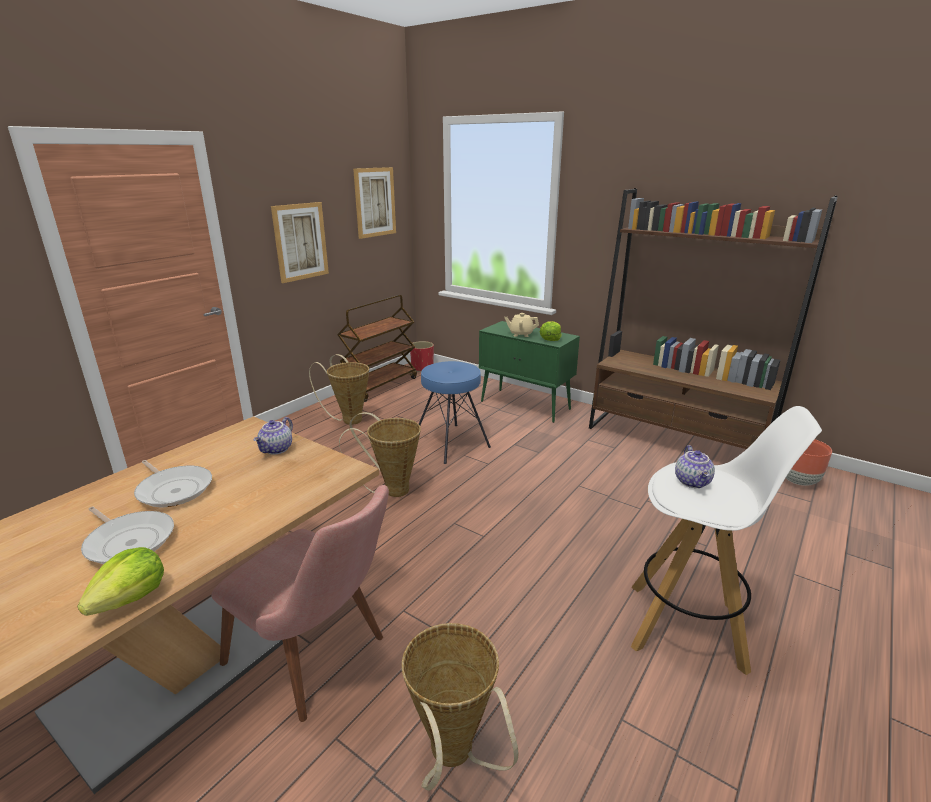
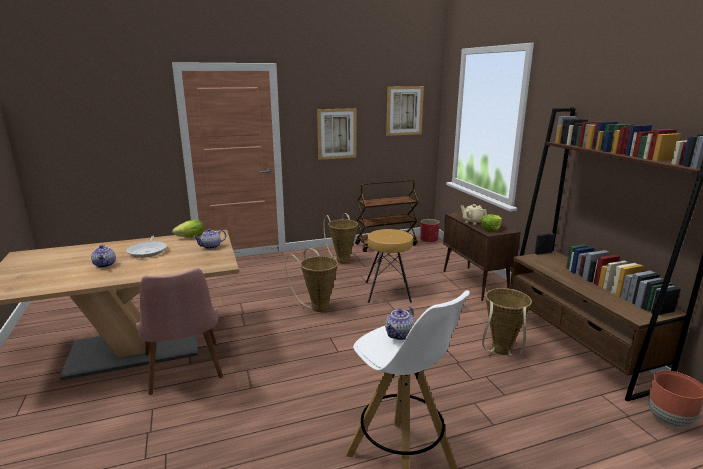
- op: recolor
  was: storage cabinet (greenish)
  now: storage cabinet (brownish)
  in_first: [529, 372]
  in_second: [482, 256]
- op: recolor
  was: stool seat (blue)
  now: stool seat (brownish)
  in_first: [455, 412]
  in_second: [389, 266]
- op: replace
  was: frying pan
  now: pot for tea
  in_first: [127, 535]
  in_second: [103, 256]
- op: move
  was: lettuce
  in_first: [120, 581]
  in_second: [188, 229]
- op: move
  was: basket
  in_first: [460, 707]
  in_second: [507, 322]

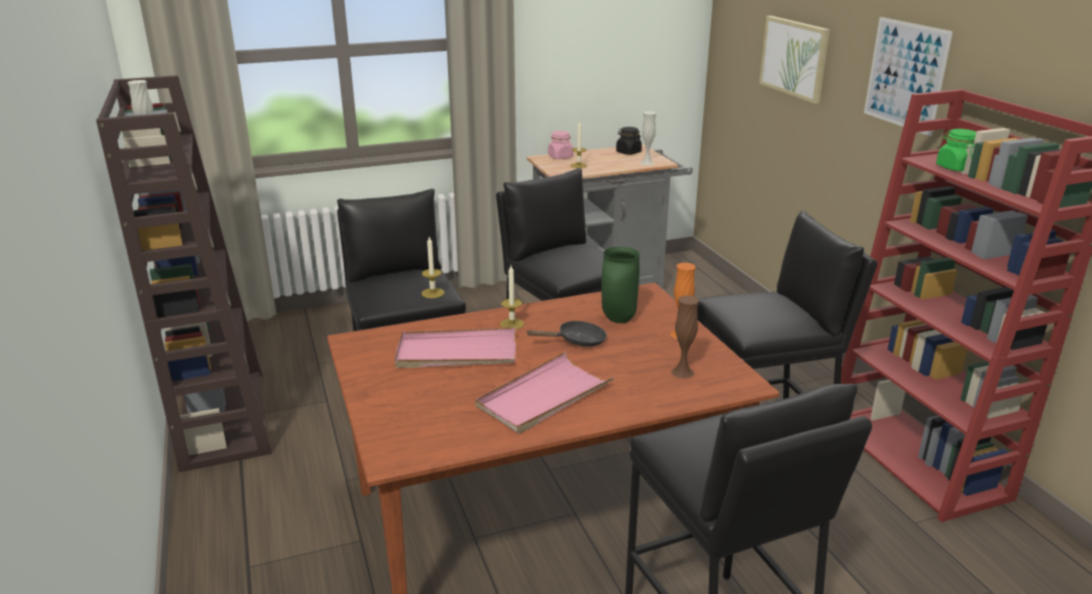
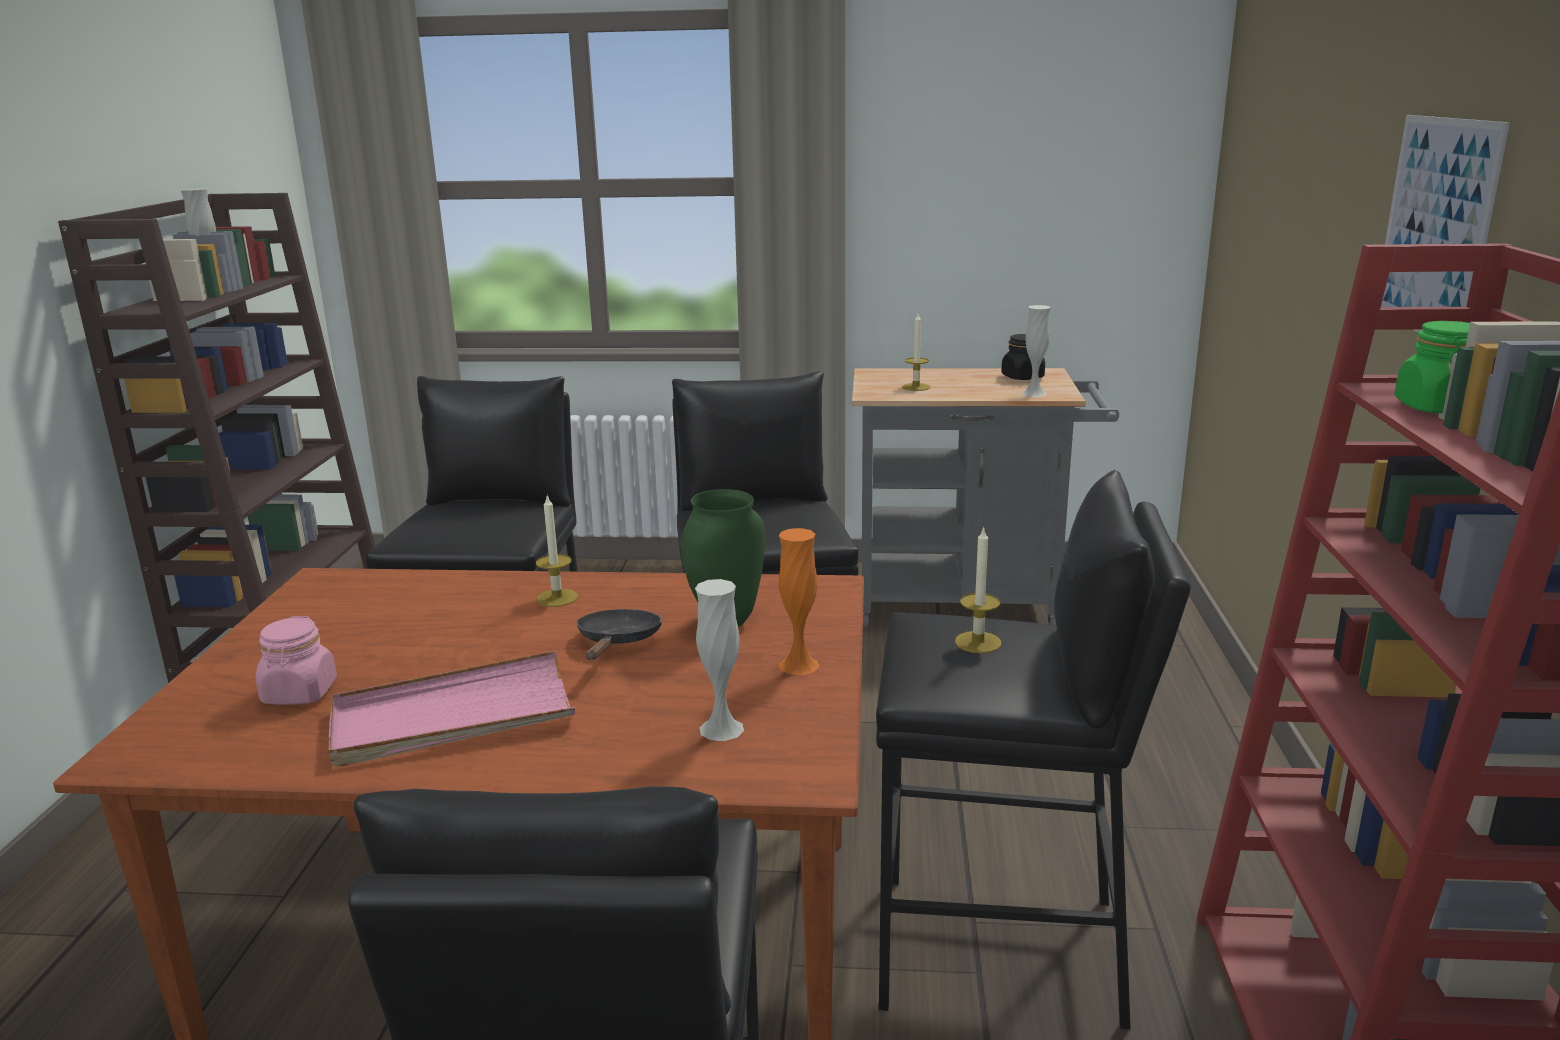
- op: delete
  was: picture
  in_first: [794, 60]
- op: move
  was: jar (pink-coloured)
  in_first: [560, 145]
  in_second: [296, 660]
- op: move
  was: wax light
  in_first: [433, 267]
  in_second: [978, 590]
- op: recolor
  was: vase (brownish)
  now: vase (white-coloured)
  in_first: [685, 337]
  in_second: [719, 660]
- op: rotate
  was: frying pan (black)
  in_first: [566, 334]
  in_second: [619, 634]
  clockwise: -90
- op: delete
  was: tray (pink-coloured)
  in_first: [455, 347]

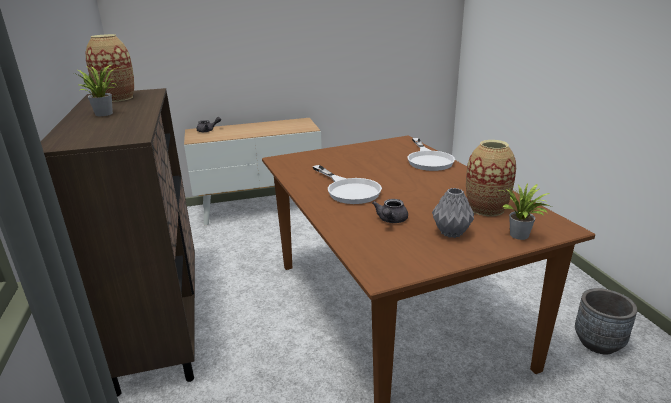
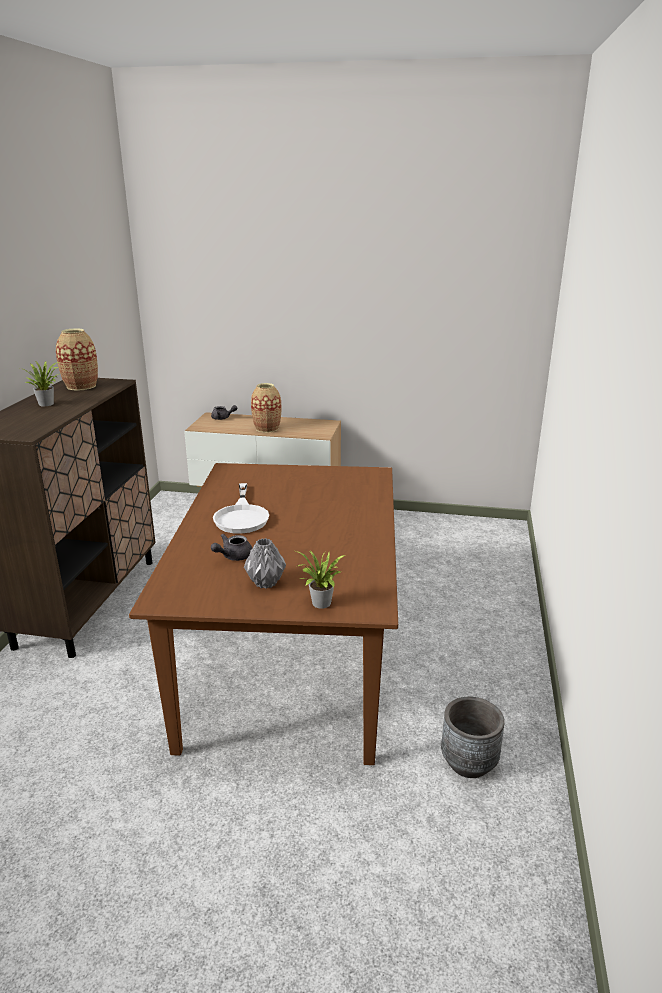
- op: delete
  was: frying pan (white-coloured)
  in_first: [431, 154]
- op: move
  was: vase
  in_first: [491, 178]
  in_second: [266, 408]

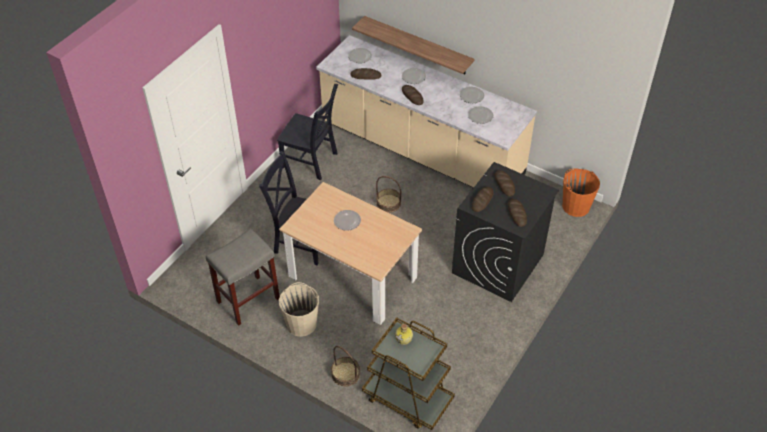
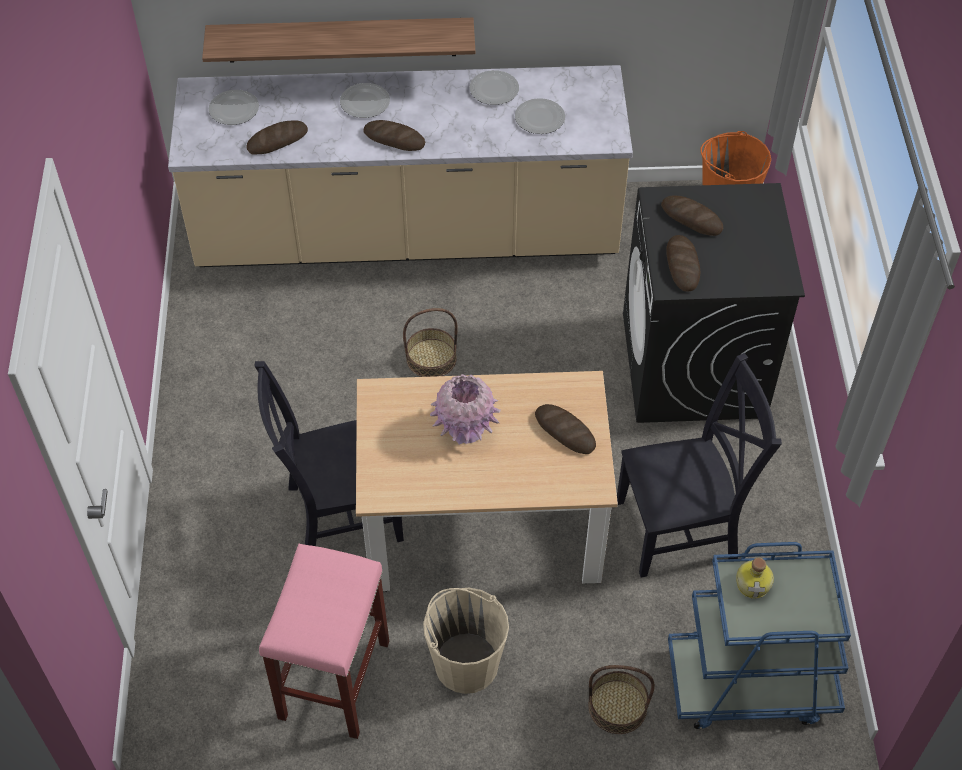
- op: move
  was: plain chair (black)
  in_first: [307, 132]
  in_second: [699, 465]
- op: move
  was: bakery bread
  in_first: [517, 213]
  in_second: [565, 429]
- op: replace
  was: dinner plate
  now: vase (pink-coloured)
  in_first: [347, 220]
  in_second: [465, 409]
- op: recolor
  was: stool seat (greyish)
  now: stool seat (pink-coloured)
  in_first: [243, 277]
  in_second: [324, 641]
- op: recolor
  was: wheeled cart (brownish)
  now: wheeled cart (blue)
  in_first: [408, 374]
  in_second: [759, 636]

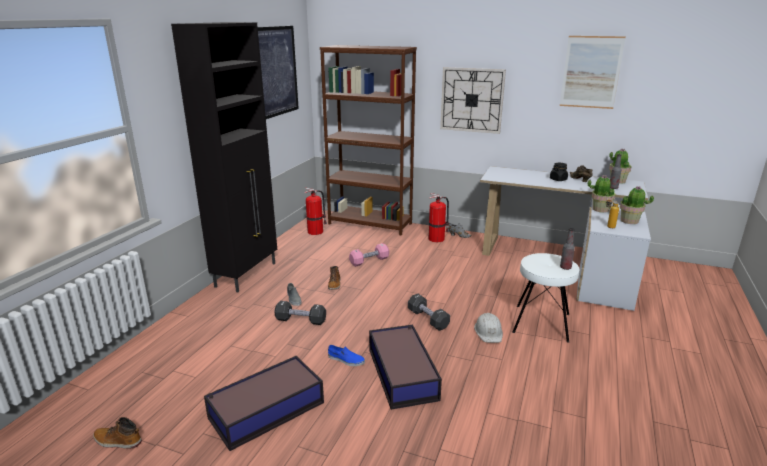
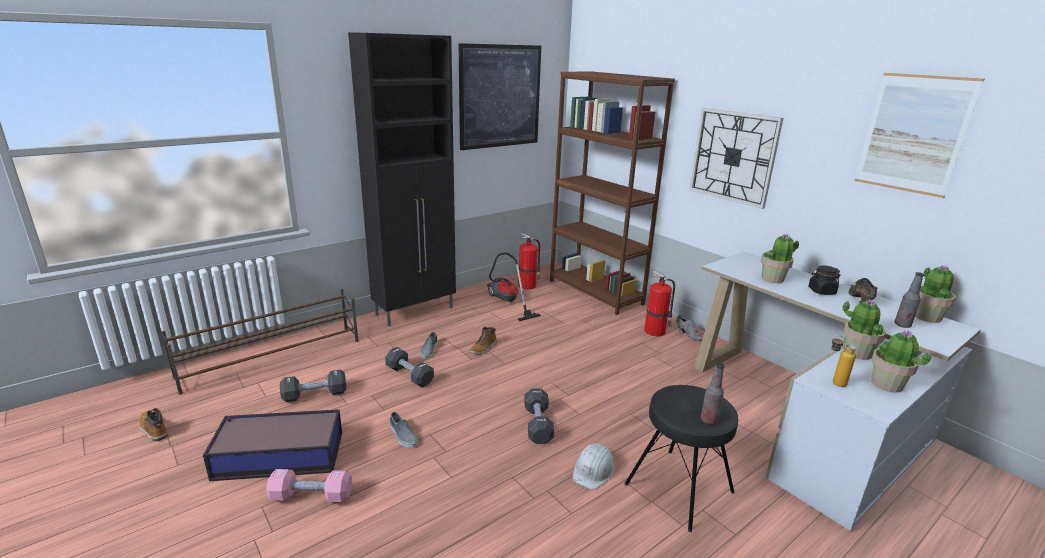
- op: move
  was: hand weight (pink-coloured)
  in_first: [369, 255]
  in_second: [309, 485]
- op: recolor
  was: stool seat (white-coloured)
  now: stool seat (black)
  in_first: [546, 298]
  in_second: [681, 458]
- op: delete
  was: storage bin
  in_first: [405, 367]
- op: recolor
  was: item of footwear (blue)
  now: item of footwear (greyish)
  in_first: [346, 355]
  in_second: [404, 430]
- op: insert
  now: potted plant
  in_second: [780, 258]
- op: insert
  now: vacuum cleaner
  in_second: [514, 287]
- op: insert
  now: shoe shelf (brownish)
  in_second: [260, 342]
- op: insert
  now: hand weight (black)
  in_second: [313, 385]

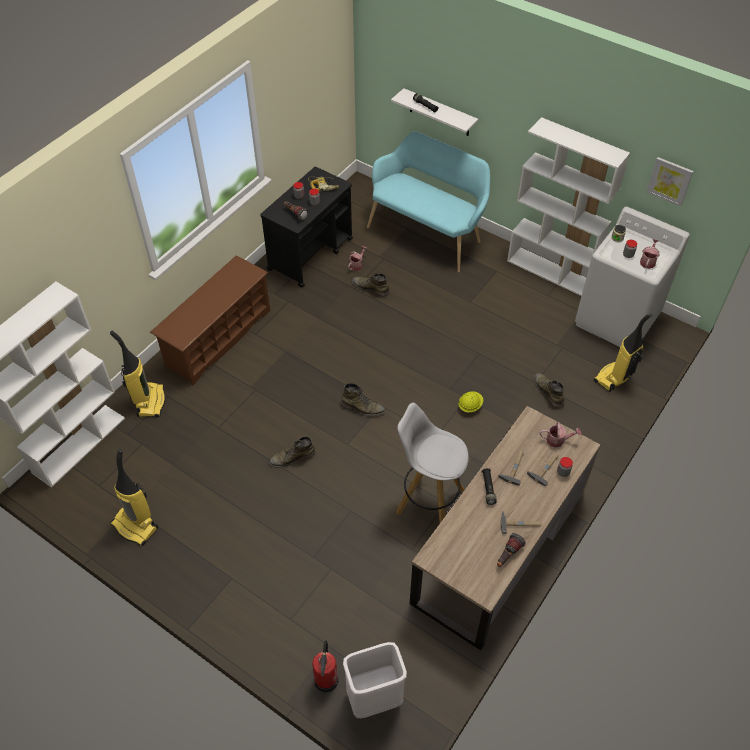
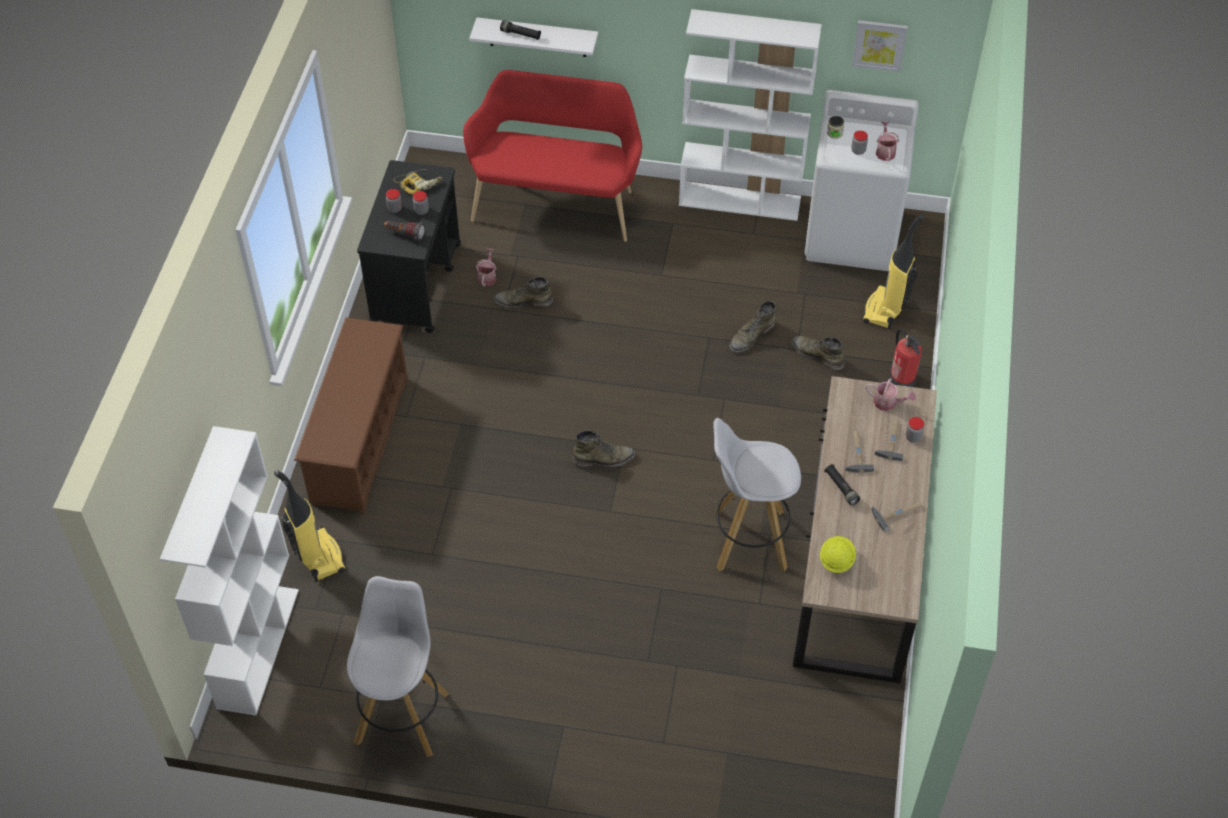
- op: recolor
  was: bench (turquoise-coloured)
  now: bench (reddish)
  in_first: [428, 201]
  in_second: [552, 156]
- op: move
  was: safety helmet (yellow)
  in_first: [470, 401]
  in_second: [838, 554]
- op: rotate
  was: watering can
  in_first: [560, 435]
  in_second: [891, 394]
  clockwise: 45
- op: move
  was: tall boot (greenish)
  in_first: [292, 452]
  in_second: [752, 327]
- op: replace
  was: vacuum cleaner
  now: stool seat (white-coloured)
  in_first: [134, 497]
  in_second: [398, 666]
- op: delete
  was: hand torch
  in_first: [511, 550]
- op: move
  was: fire extinguisher
  in_first: [325, 667]
  in_second: [905, 358]
- op: delete
  was: trash can (white-coloured)
  in_first: [375, 680]

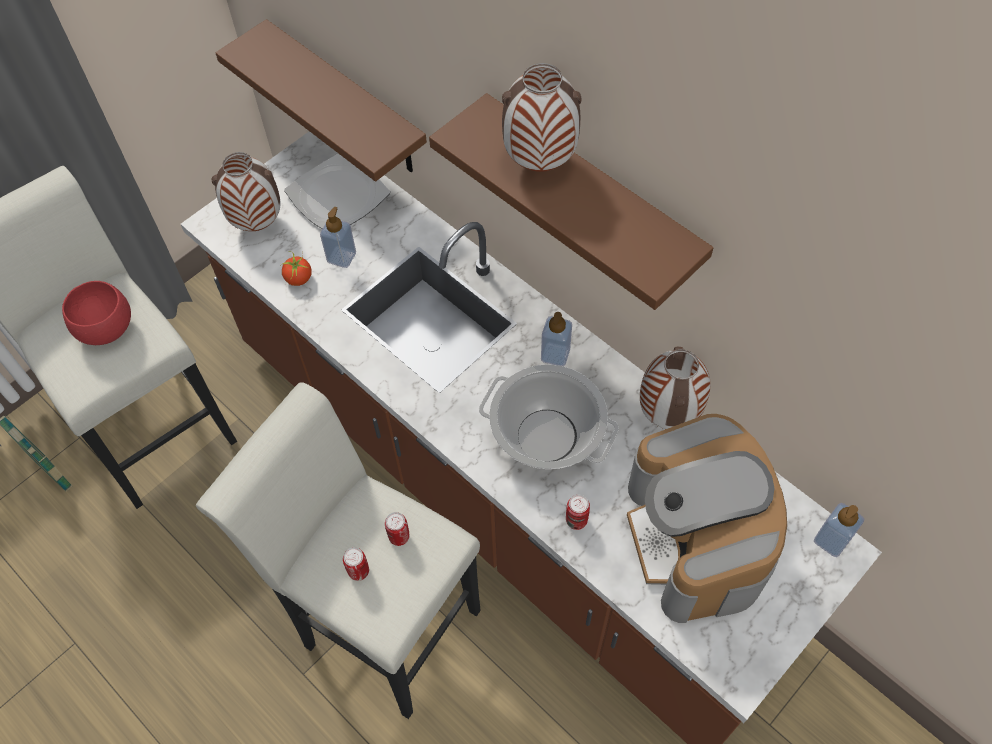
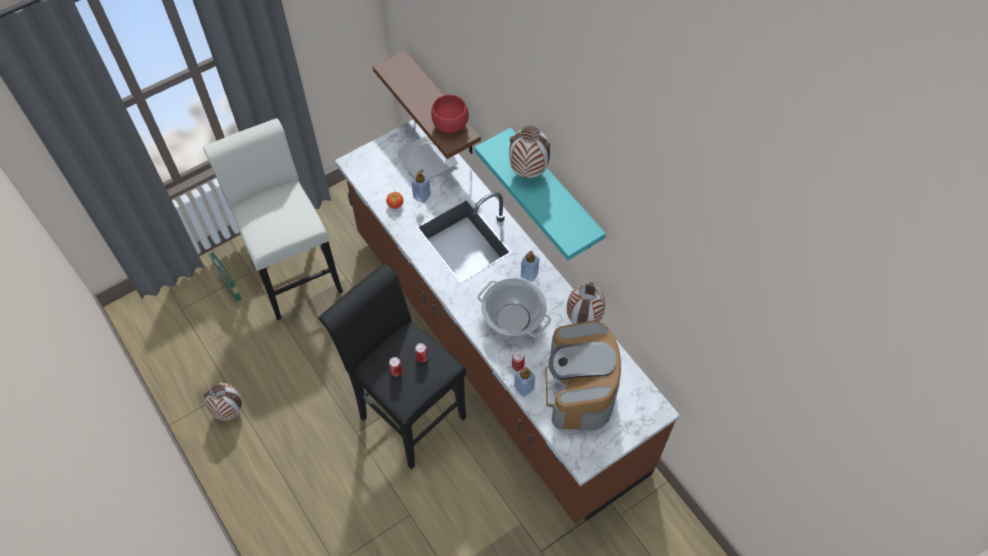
- op: recolor
  was: shelf (brownish)
  now: shelf (turquoise-coloured)
  in_first: [571, 201]
  in_second: [540, 193]
- op: move
  was: vase
  in_first: [246, 191]
  in_second: [222, 402]
- op: move
  was: deep dish (reddish)
  in_first: [96, 313]
  in_second: [450, 114]
- op: recolor
  was: stool seat (white-coloured)
  now: stool seat (black)
  in_first: [338, 550]
  in_second: [392, 366]
- op: move
  was: liquid soap bottle
  in_first: [839, 530]
  in_second: [524, 382]

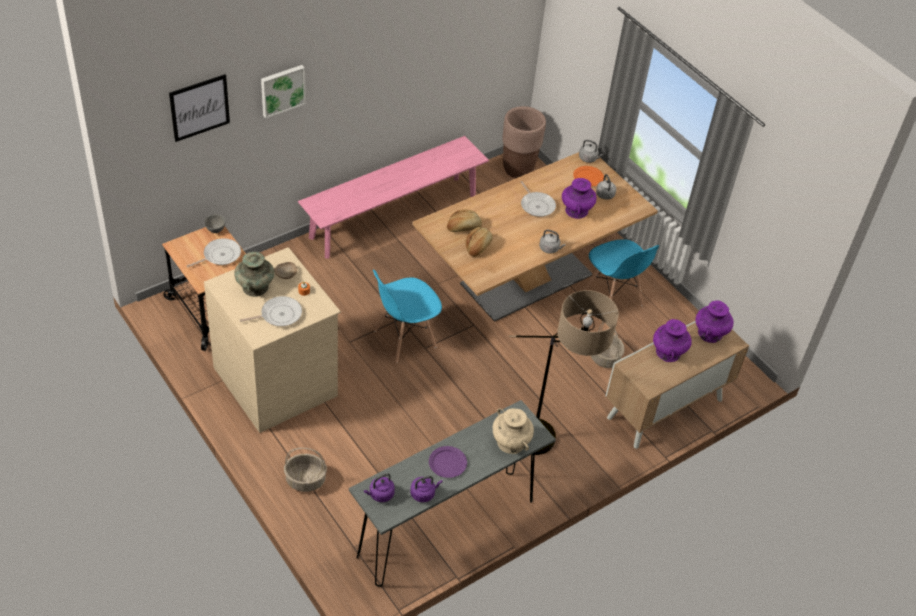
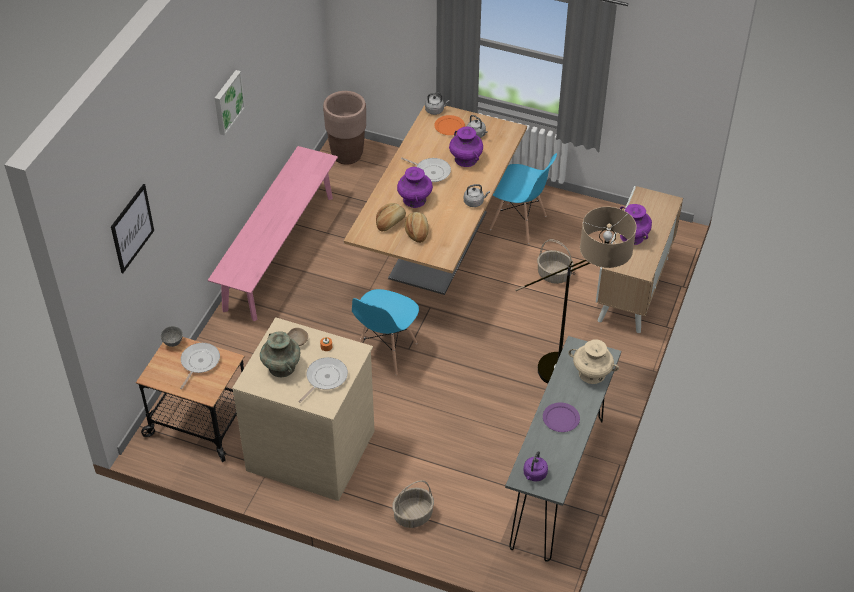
- op: move
  was: picture
  in_first: [283, 91]
  in_second: [230, 103]
- op: move
  was: vase (purple-coloured)
  in_first: [714, 321]
  in_second: [415, 187]
- op: delete
  was: tea kettle (purple-coloured)
  in_first: [426, 489]

